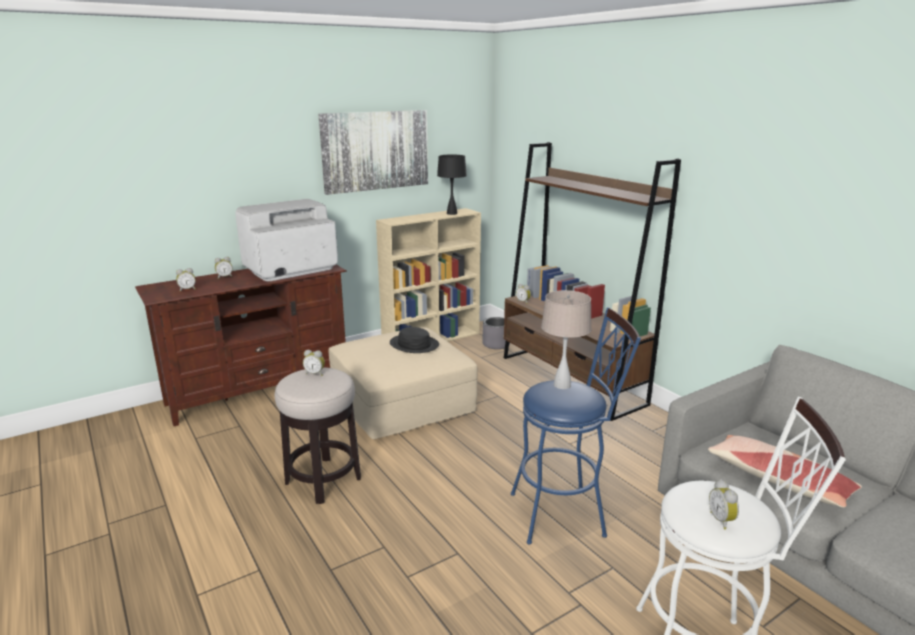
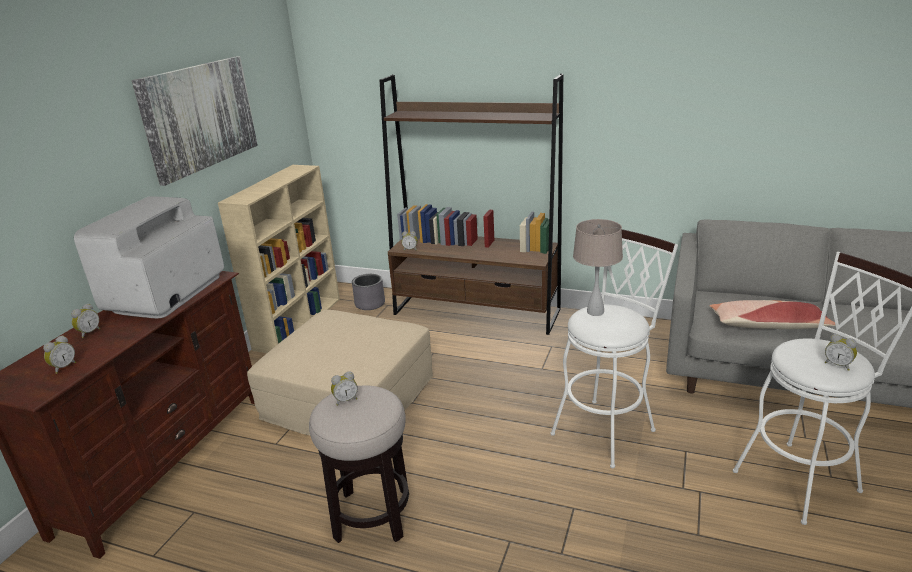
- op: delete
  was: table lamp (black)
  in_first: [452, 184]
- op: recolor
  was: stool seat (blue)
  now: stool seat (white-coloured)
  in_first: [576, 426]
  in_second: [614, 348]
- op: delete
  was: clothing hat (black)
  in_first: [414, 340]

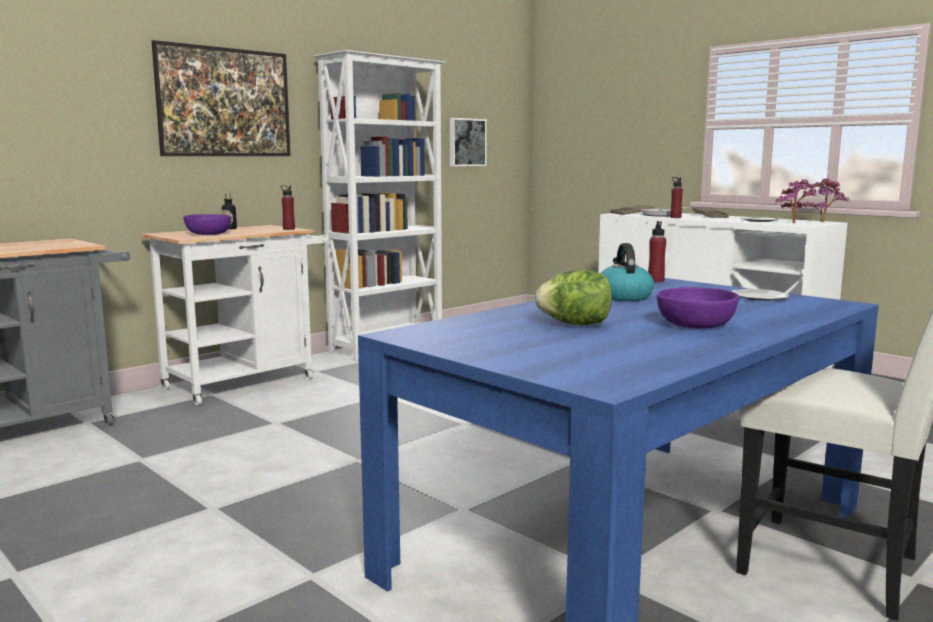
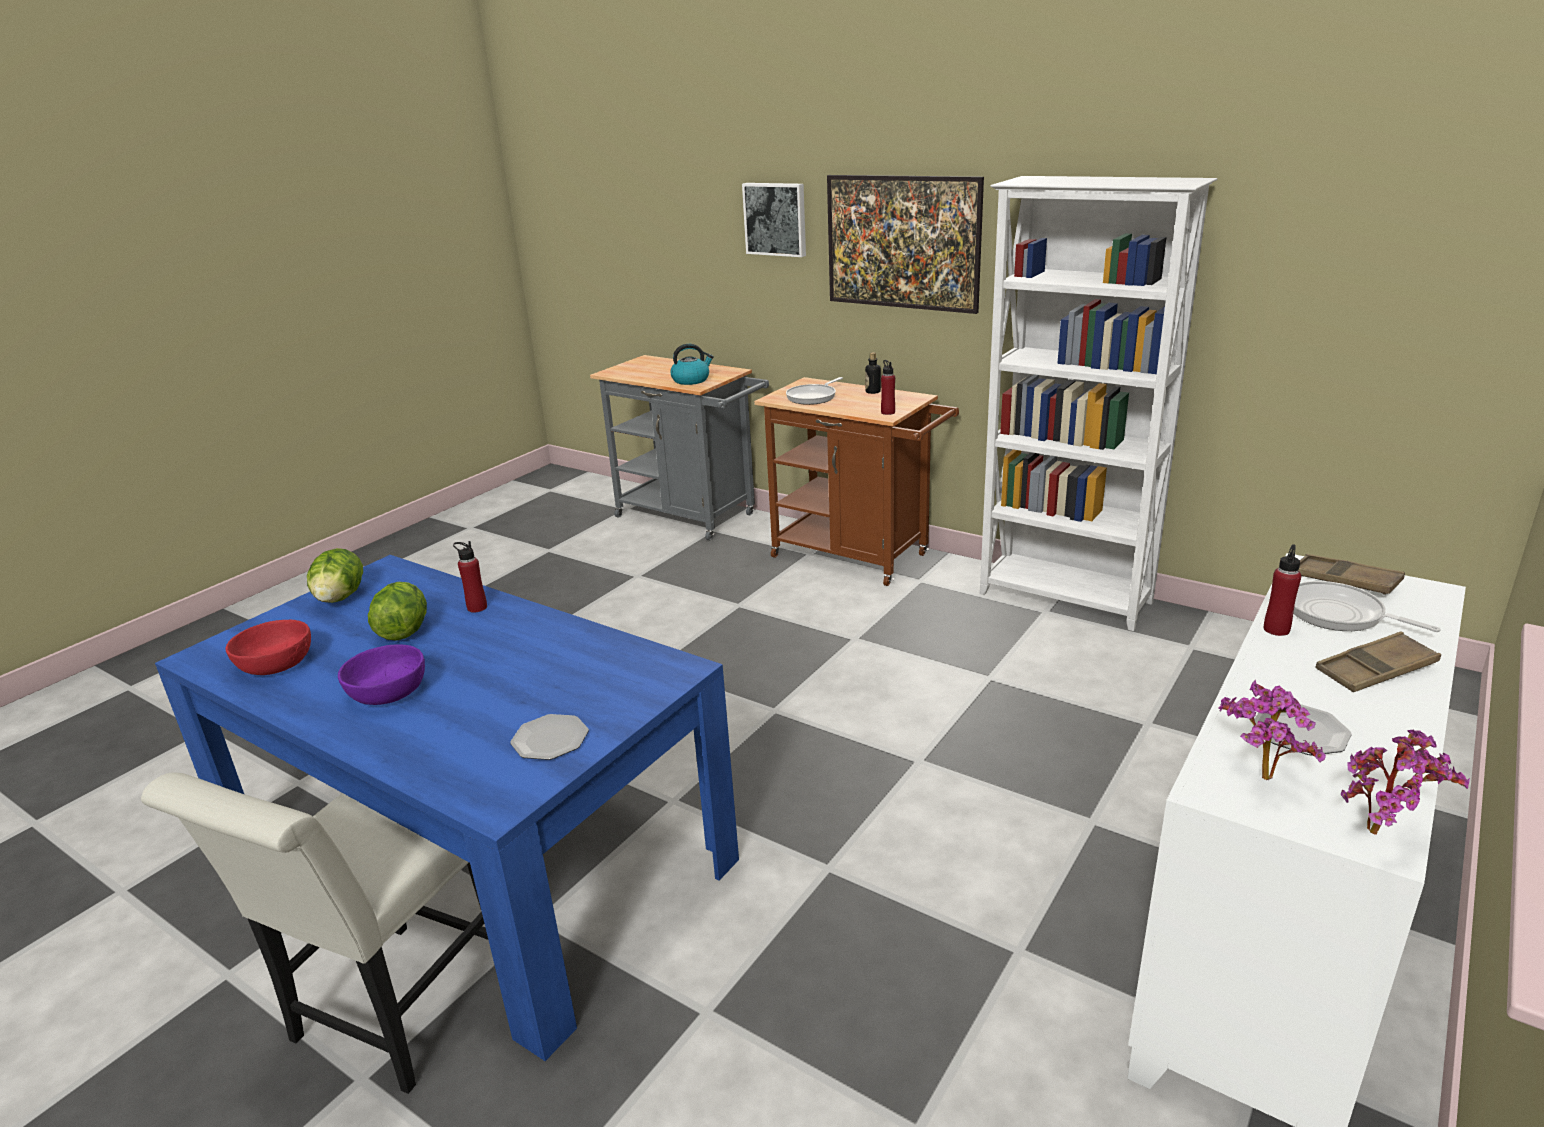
- op: move
  was: picture
  in_first: [468, 142]
  in_second: [774, 220]
- op: replace
  was: deep dish (purple-coloured)
  now: frying pan
  in_first: [207, 224]
  in_second: [814, 391]
- op: move
  was: drink bottle (reddish)
  in_first: [657, 251]
  in_second: [470, 577]
- op: recolor
  was: wheeled cart (white-coloured)
  now: wheeled cart (brownish)
  in_first: [234, 315]
  in_second: [856, 481]
- op: move
  was: tea kettle
  in_first: [627, 272]
  in_second: [692, 364]
- op: insert
  now: lettuce
  in_second: [335, 575]
- op: insert
  now: deep dish (reddish)
  in_second: [268, 647]

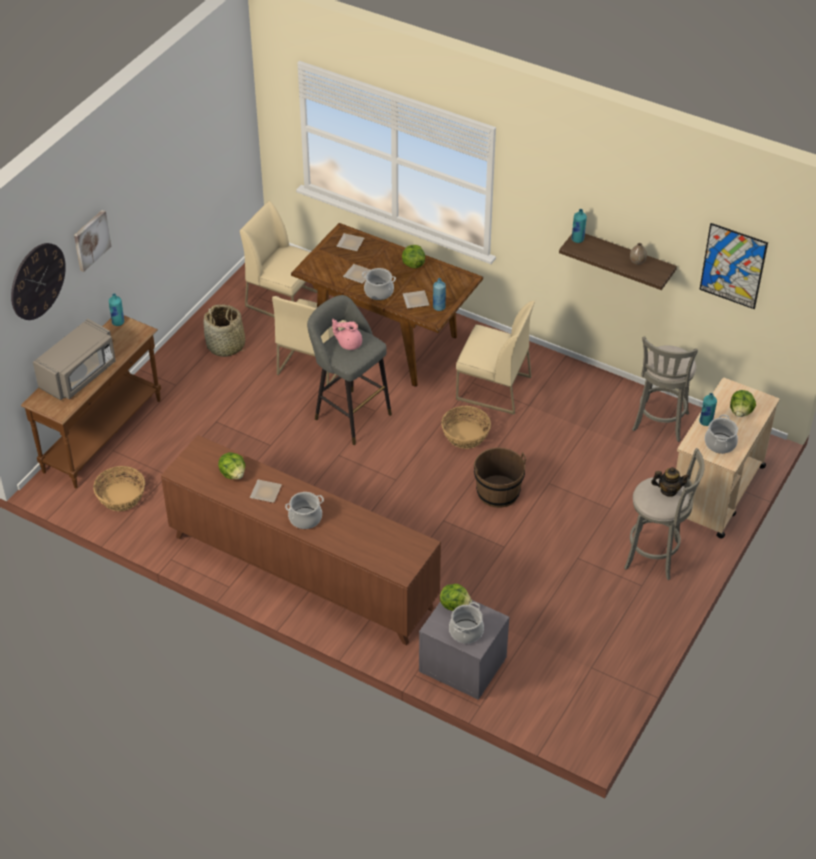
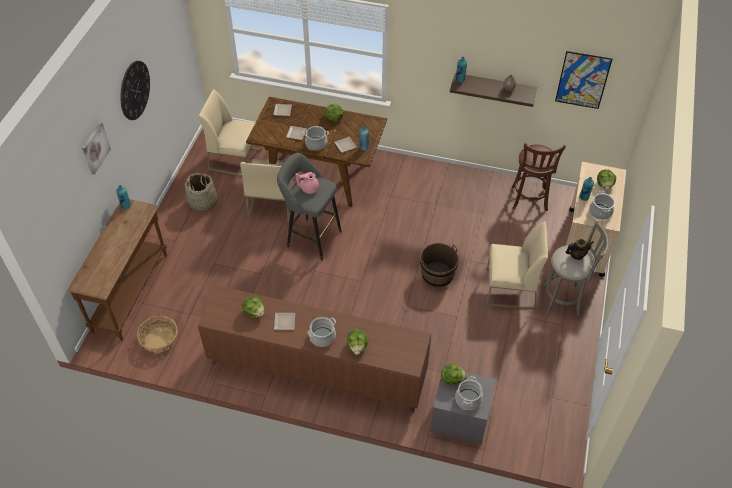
- op: move
  was: clock on the wall
  in_first: [38, 281]
  in_second: [135, 90]
- op: move
  was: plain chair (beige)
  in_first: [495, 357]
  in_second: [517, 265]
- op: delete
  was: microwave (greyish)
  in_first: [74, 359]
- op: recolor
  was: stool seat (greyish)
  now: stool seat (brownish)
  in_first: [665, 389]
  in_second: [539, 177]
- op: delete
  was: basket
  in_first: [466, 427]
- op: insert
  now: lettuce
  in_second: [358, 342]

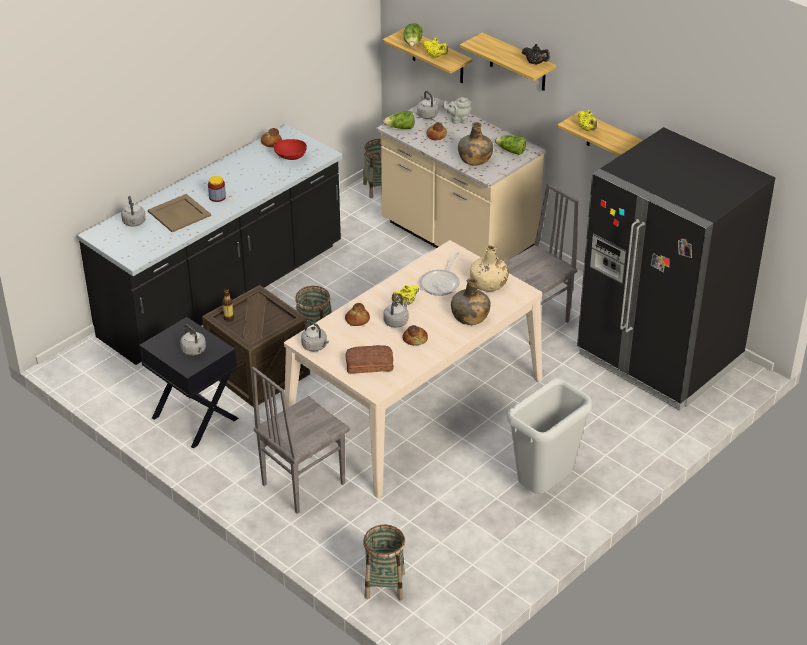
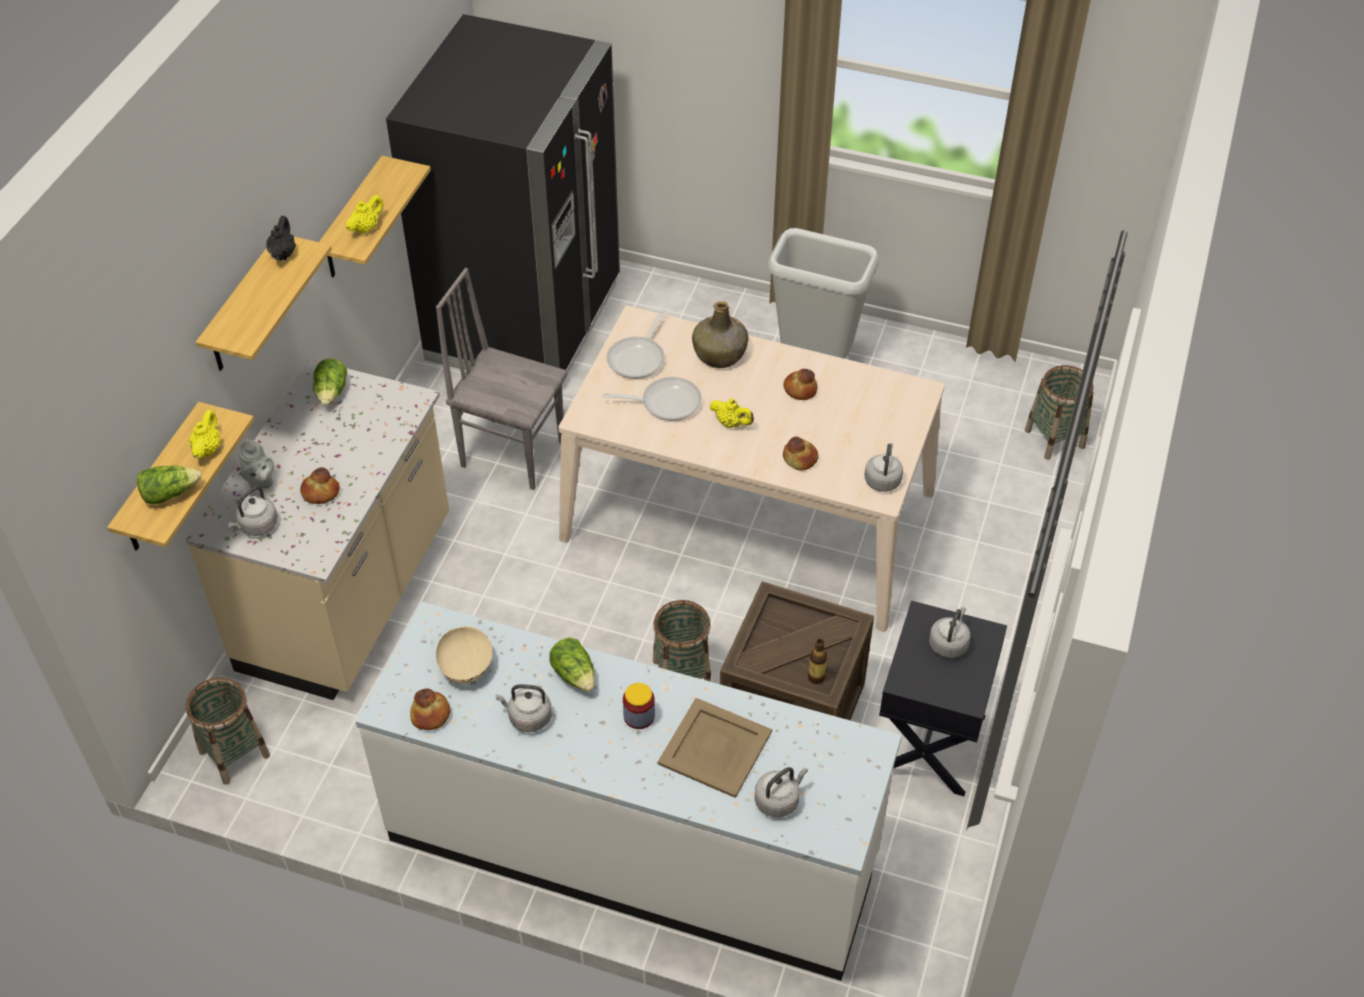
- op: move
  was: lettuce
  in_first: [399, 120]
  in_second: [572, 664]
- op: delete
  was: drink bottle (greenish)
  in_first: [475, 144]
- op: recolor
  was: counter (black)
  now: counter (white-coloured)
  in_first: [209, 244]
  in_second: [629, 791]
- op: recolor
  was: deep dish (reddish)
  now: deep dish (beige)
  in_first: [290, 149]
  in_second: [464, 655]
- op: replace
  was: drink bottle (beige)
  now: frying pan
  in_first: [489, 268]
  in_second: [636, 344]
- op: move
  was: tea kettle (greyish)
  in_first: [396, 312]
  in_second: [524, 708]
- op: delete
  was: bakery bread
  in_first: [369, 359]
- op: delete
  was: plain chair (greyish)
  in_first: [301, 440]

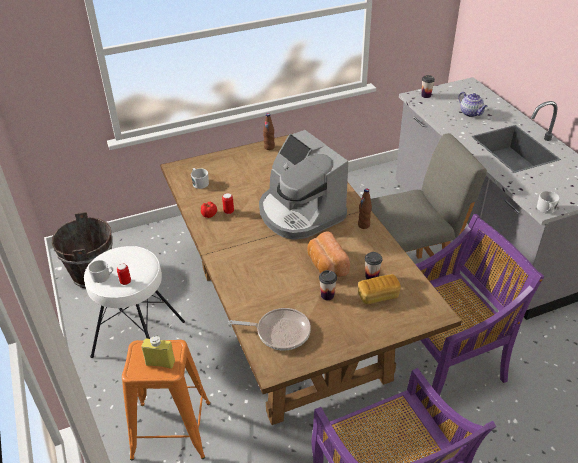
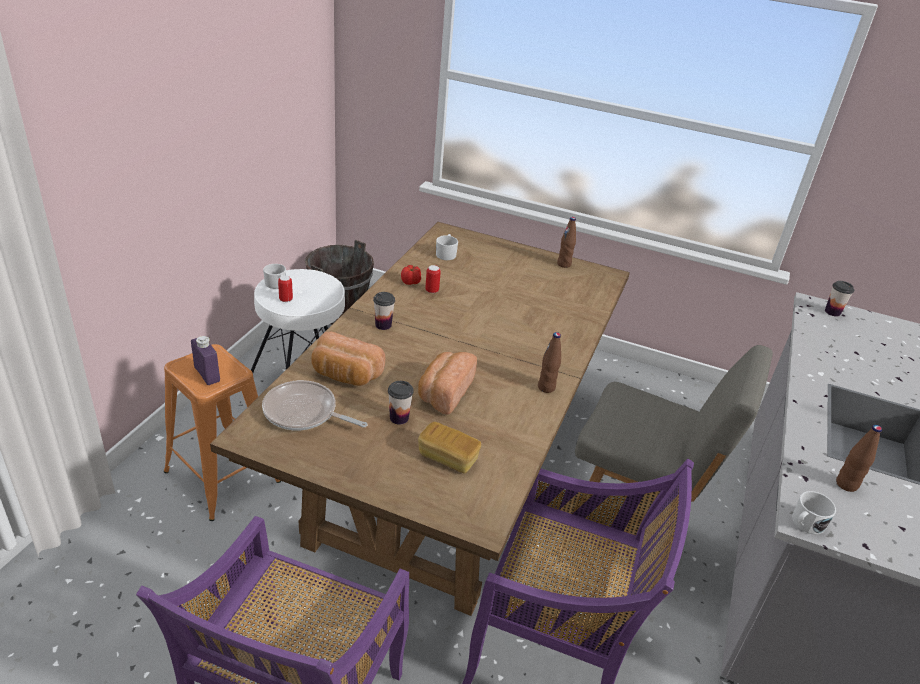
- op: delete
  was: pot for tea
  in_first: [473, 104]
- op: delete
  was: coffee brewer
  in_first: [303, 185]
- op: move
  was: drinking cup
  in_first: [373, 265]
  in_second: [384, 311]
- op: rotate
  was: frying pan
  in_first: [270, 329]
  in_second: [314, 405]
  clockwise: 150
- op: recolor
  was: drink bottle (yellow)
  now: drink bottle (purple-coloured)
  in_first: [158, 352]
  in_second: [205, 360]
- op: insert
  now: bakery bread
  in_second: [348, 359]
- op: insert
  now: drink bottle (brownish)
  in_second: [859, 458]

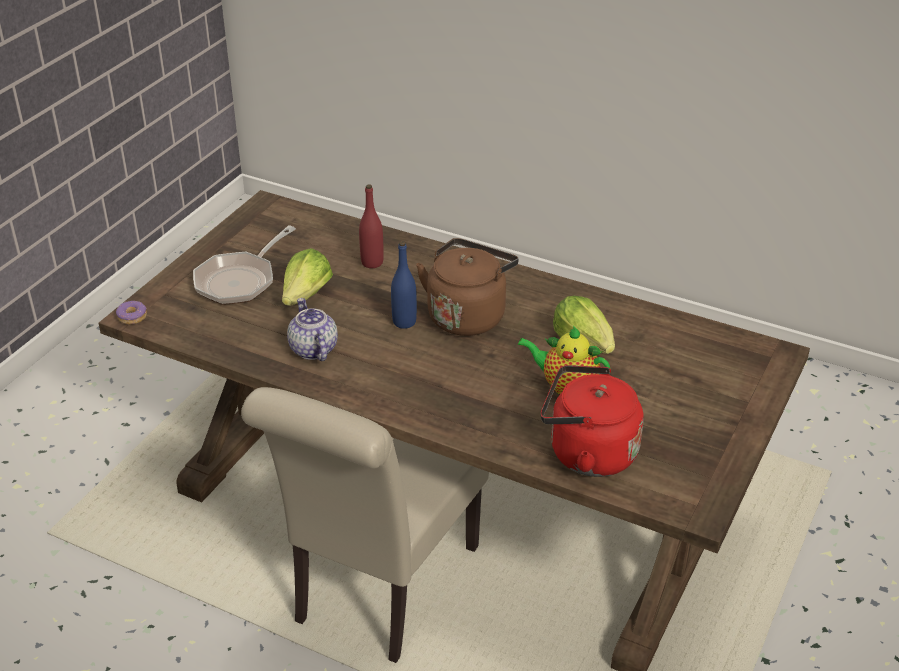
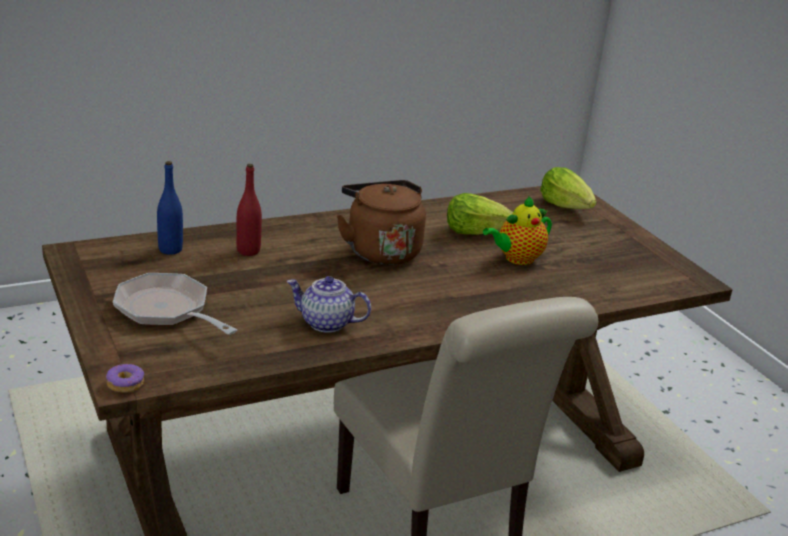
- op: rotate
  was: frying pan
  in_first: [244, 265]
  in_second: [175, 304]
  clockwise: 150
- op: move
  was: drink bottle (blue)
  in_first: [404, 285]
  in_second: [170, 208]
- op: move
  was: lettuce
  in_first: [307, 277]
  in_second: [568, 188]
- op: delete
  was: tea kettle (reddish)
  in_first: [592, 421]

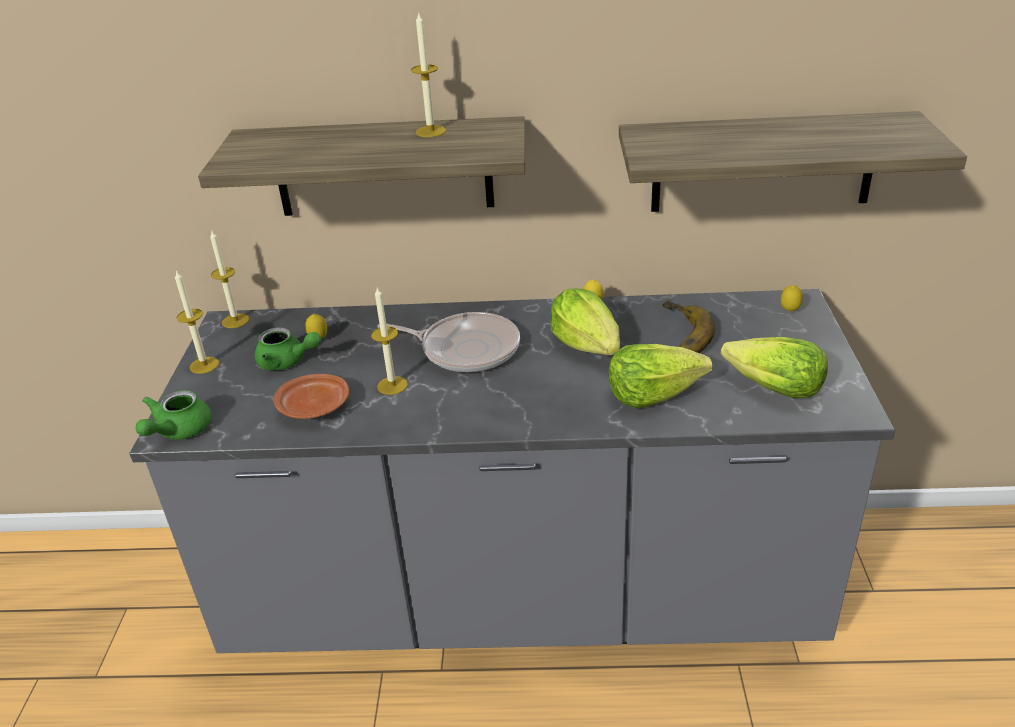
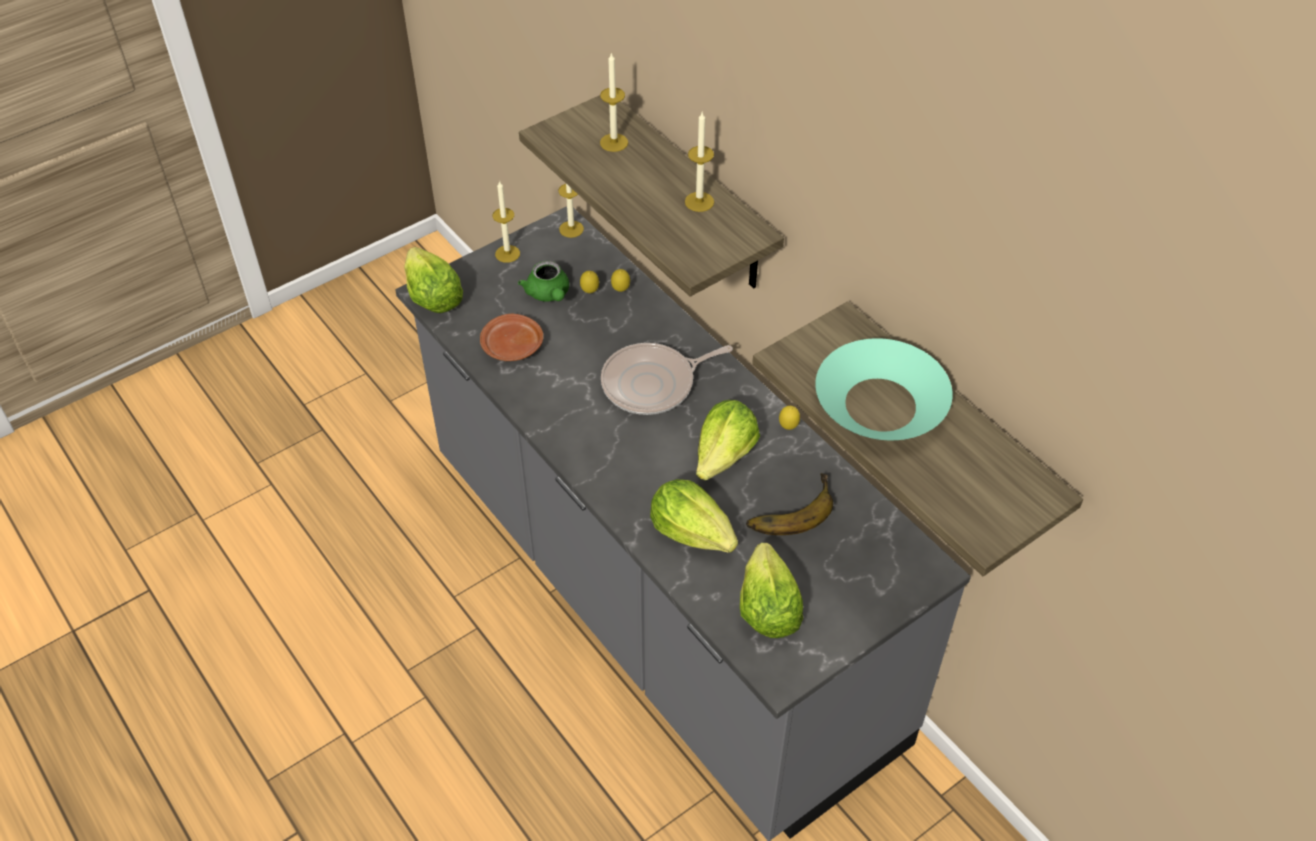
- op: move
  was: whole lemon
  in_first: [792, 298]
  in_second: [620, 280]
- op: move
  was: wax light
  in_first: [389, 341]
  in_second: [614, 102]
- op: rotate
  was: frying pan
  in_first: [449, 342]
  in_second: [667, 379]
  clockwise: 90
- op: replace
  was: pot for tea (greenish)
  now: lettuce
  in_first: [174, 414]
  in_second: [433, 280]
- op: insert
  now: deep dish (turquoise-coloured)
  in_second: [884, 389]

